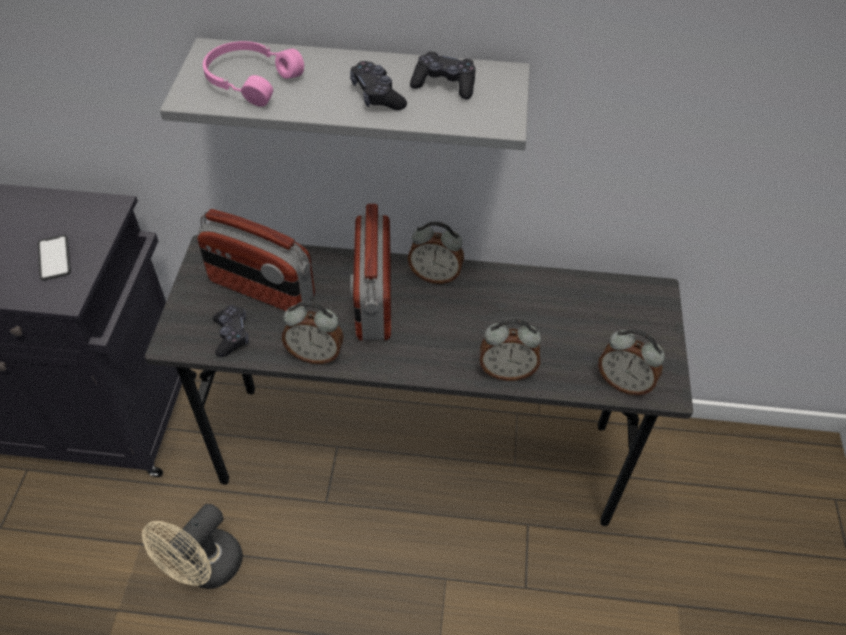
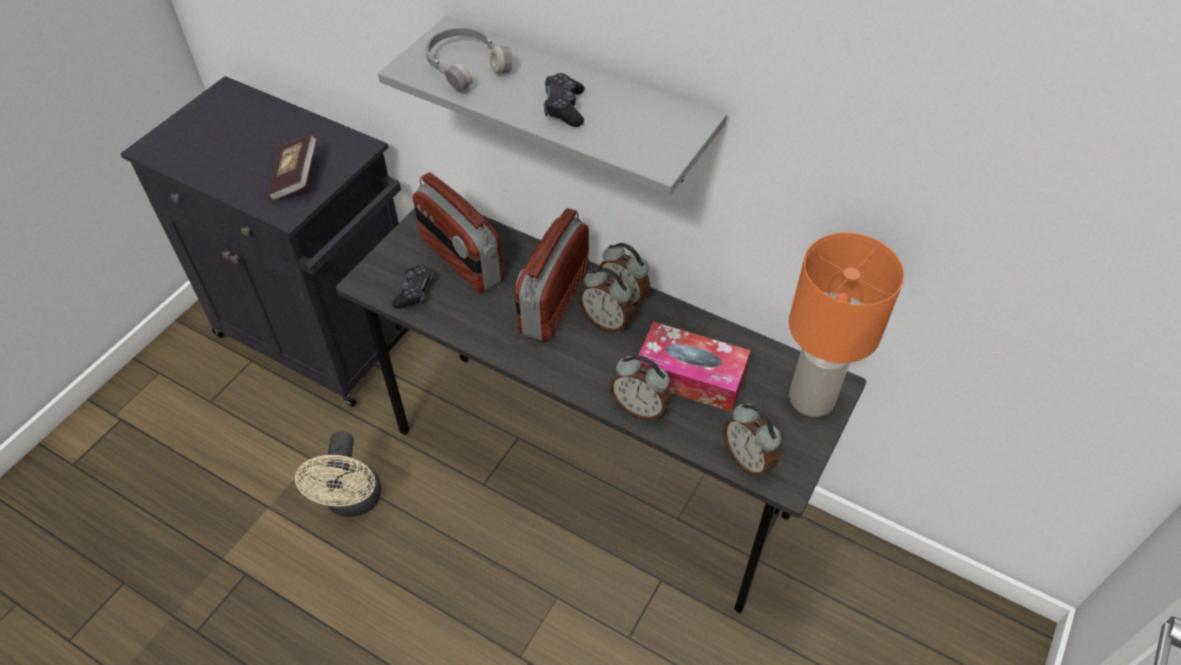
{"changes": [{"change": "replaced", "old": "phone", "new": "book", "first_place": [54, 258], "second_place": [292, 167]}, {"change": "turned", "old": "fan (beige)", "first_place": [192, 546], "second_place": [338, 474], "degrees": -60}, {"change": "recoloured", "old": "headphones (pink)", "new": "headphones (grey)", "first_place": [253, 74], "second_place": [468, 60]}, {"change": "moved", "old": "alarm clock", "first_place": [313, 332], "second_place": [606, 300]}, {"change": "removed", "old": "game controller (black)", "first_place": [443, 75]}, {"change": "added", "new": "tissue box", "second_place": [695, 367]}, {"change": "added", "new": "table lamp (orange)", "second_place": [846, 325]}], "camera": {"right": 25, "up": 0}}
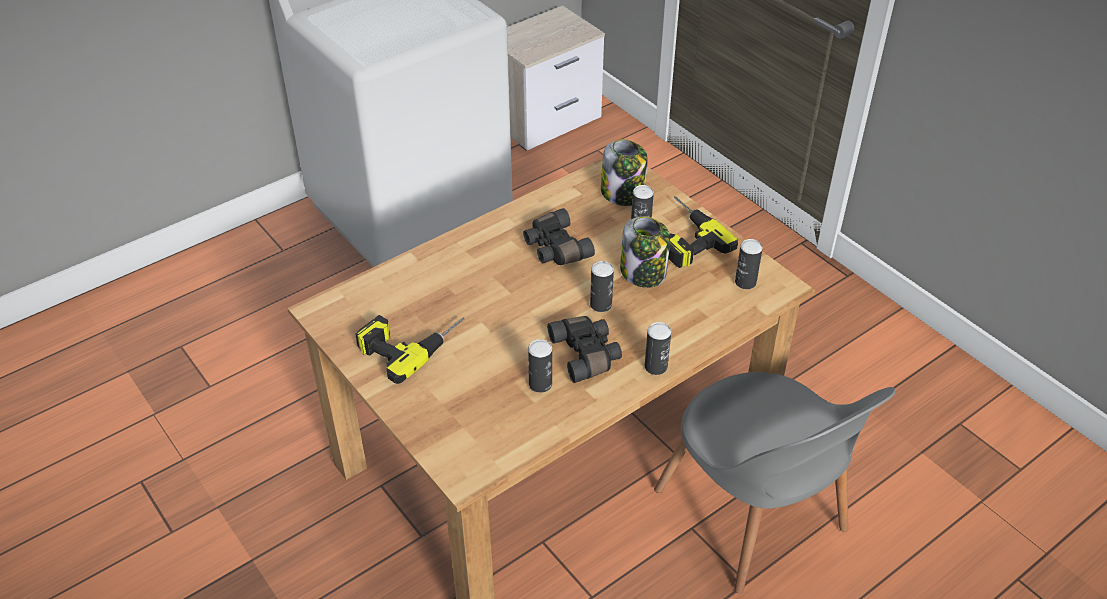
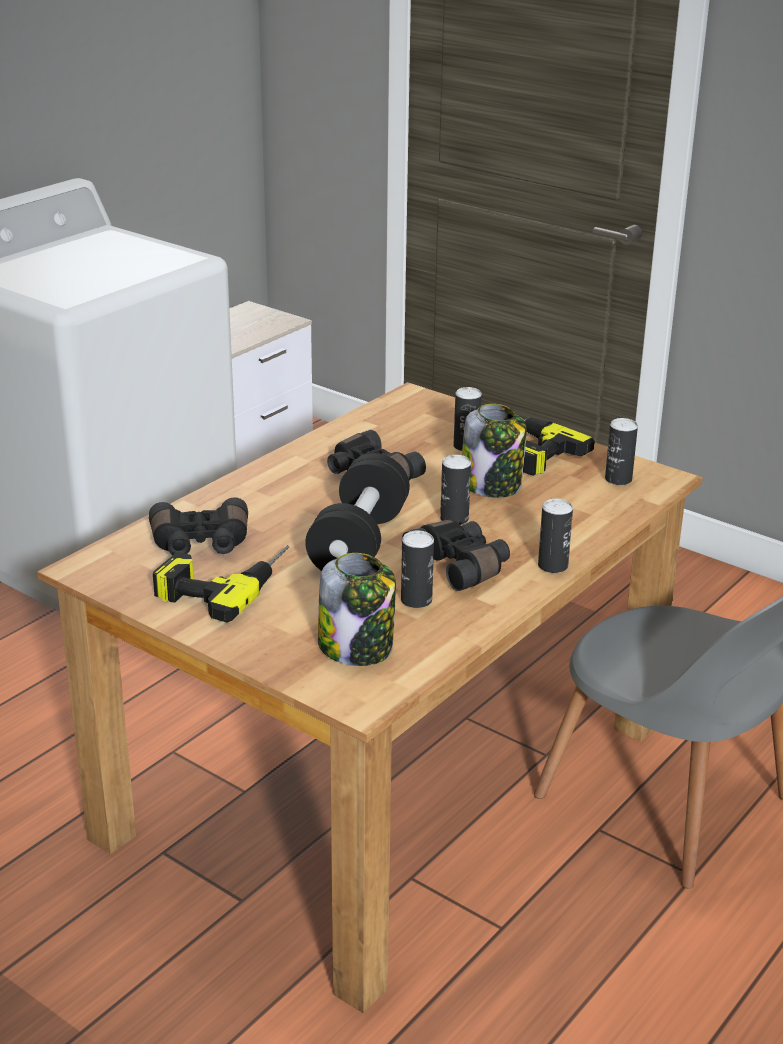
{"changes": [{"change": "moved", "old": "jar", "first_place": [624, 172], "second_place": [357, 609]}, {"change": "added", "new": "binoculars (black)", "second_place": [198, 526]}, {"change": "added", "new": "dumbbell (black)", "second_place": [357, 512]}], "camera": {"right": -15, "up": -15}}
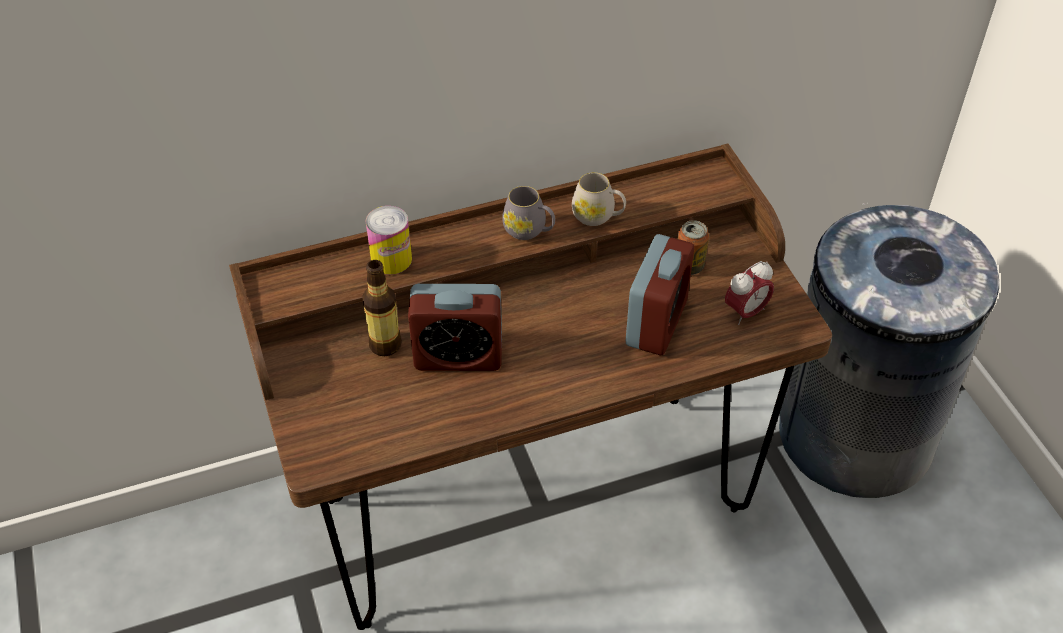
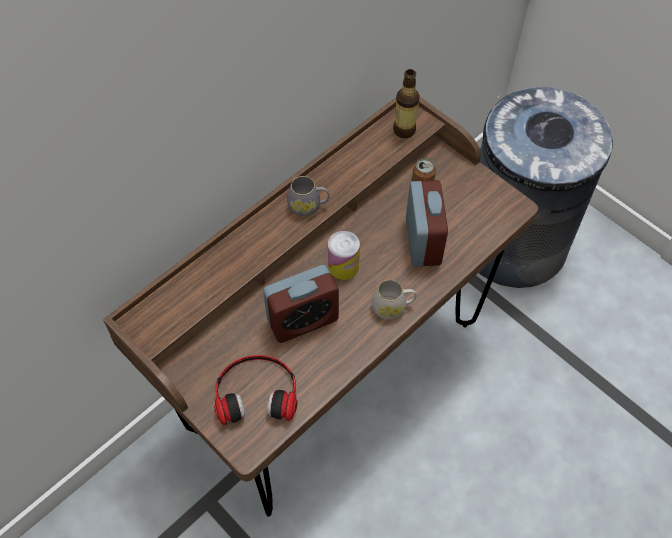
{"changes": [{"change": "moved", "old": "bottle", "first_place": [382, 308], "second_place": [406, 103]}, {"change": "moved", "old": "can", "first_place": [389, 240], "second_place": [344, 255]}, {"change": "moved", "old": "mug (white)", "first_place": [599, 199], "second_place": [394, 300]}, {"change": "removed", "old": "alarm clock", "first_place": [749, 293]}, {"change": "added", "new": "headphones", "second_place": [255, 390]}], "camera": {"right": -25, "up": 10}}
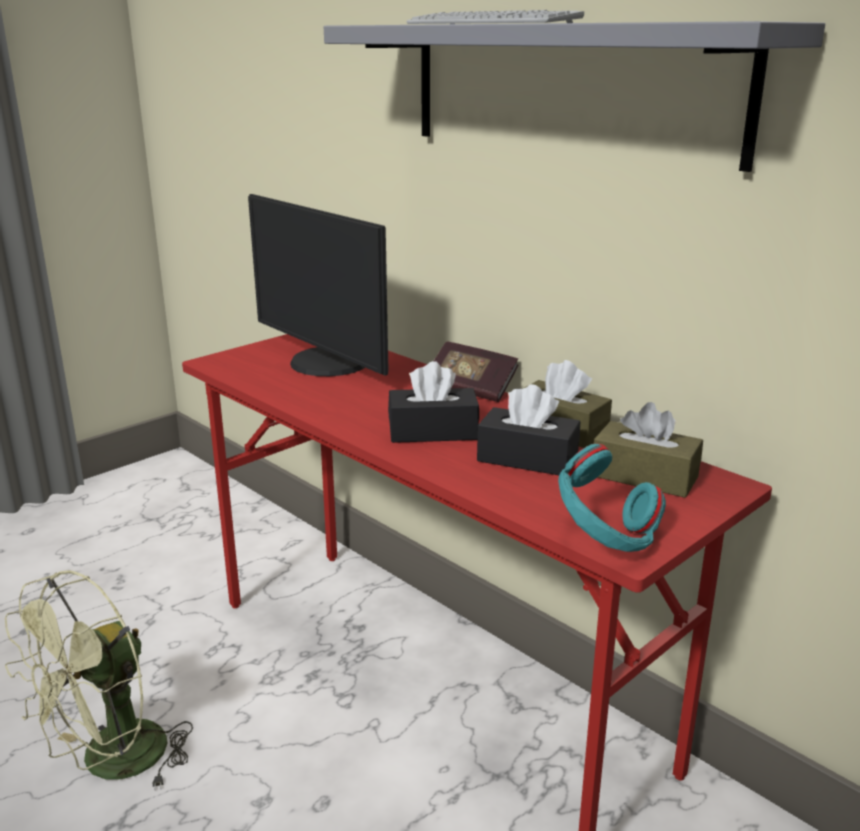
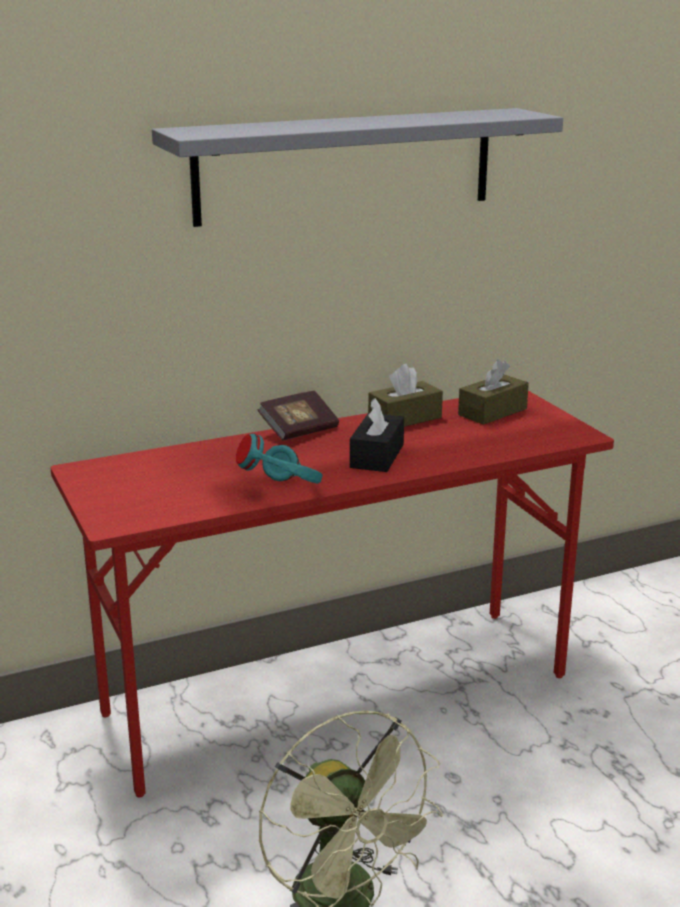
{"changes": [{"change": "removed", "old": "monitor", "first_place": [318, 285]}, {"change": "removed", "old": "keyboard", "first_place": [495, 17]}, {"change": "removed", "old": "tissue box (black)", "first_place": [528, 429]}, {"change": "moved", "old": "headphones (turquoise)", "first_place": [612, 498], "second_place": [279, 458]}], "camera": {"right": -70, "up": 0}}
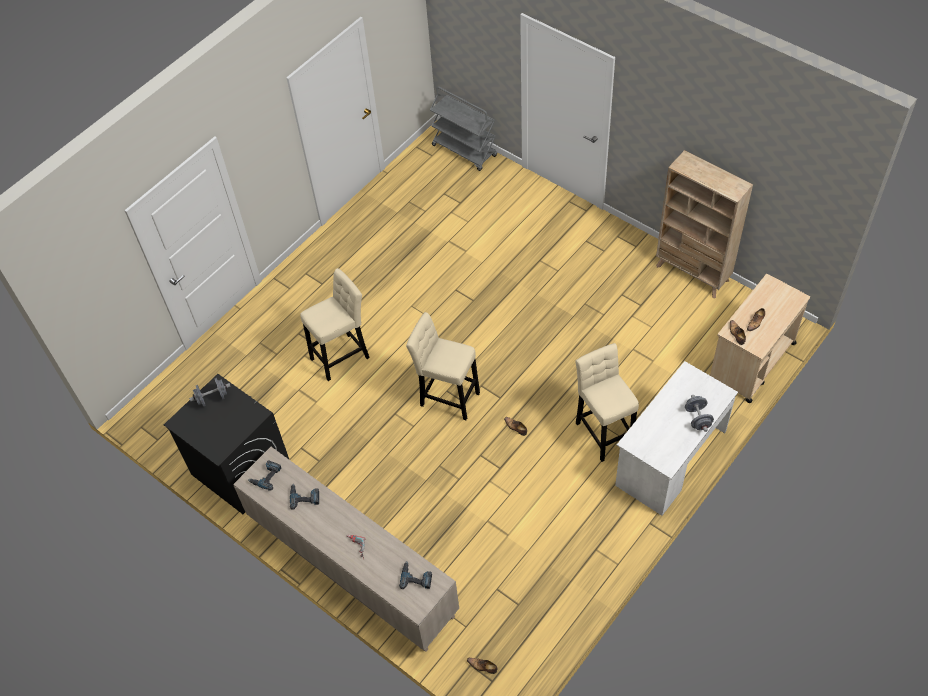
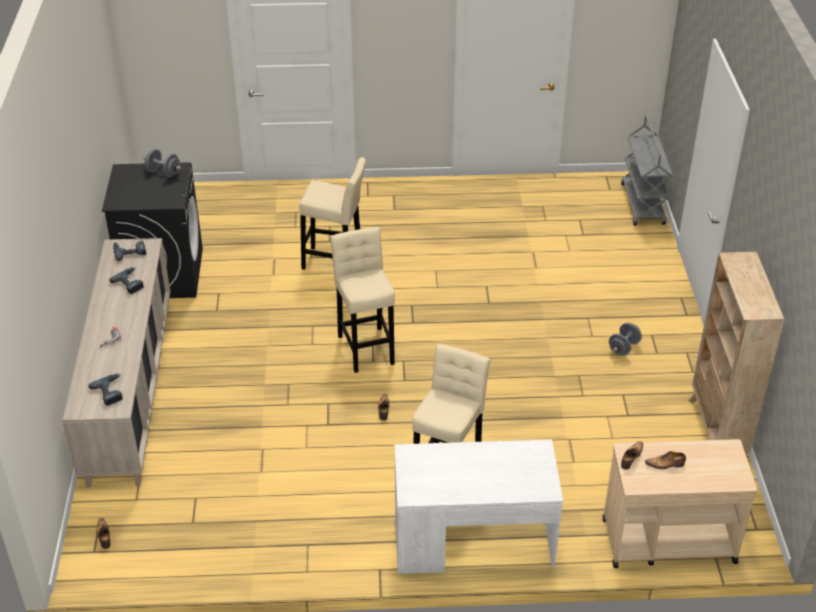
{"changes": [{"change": "moved", "old": "dumbbell (grey)", "first_place": [699, 413], "second_place": [625, 339]}], "camera": {"right": 45, "up": -15}}
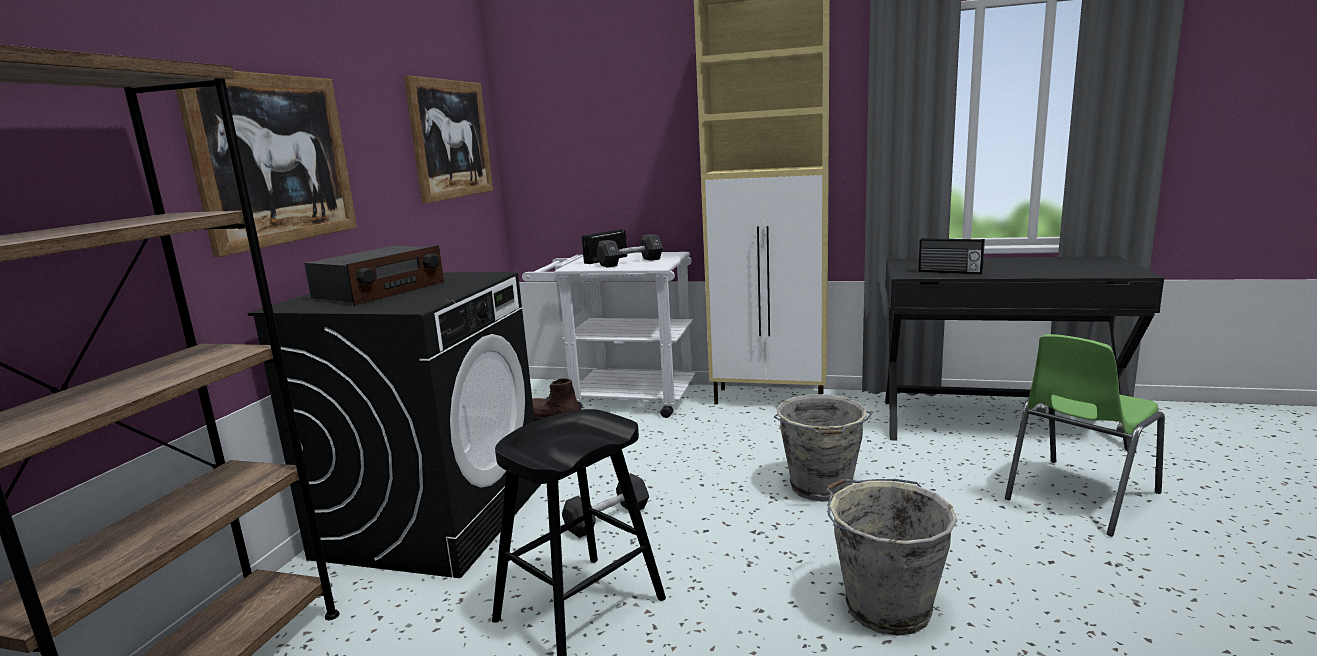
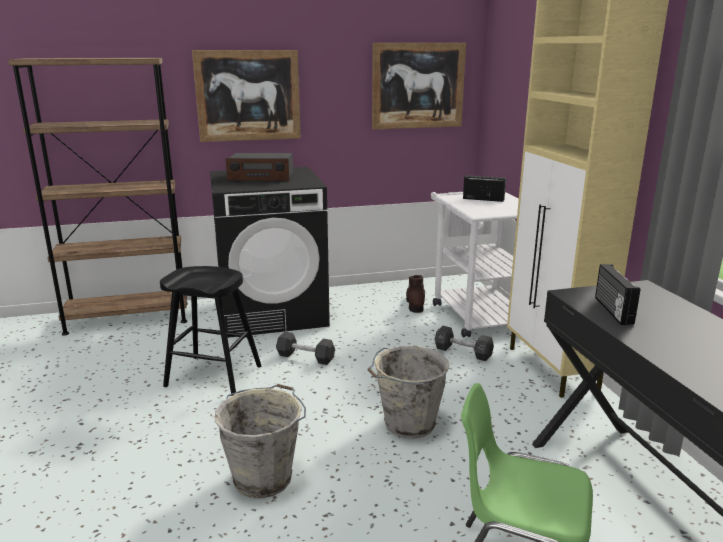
{"changes": [{"change": "moved", "old": "dumbbell (black)", "first_place": [629, 251], "second_place": [464, 343]}], "camera": {"right": 60, "up": 5}}
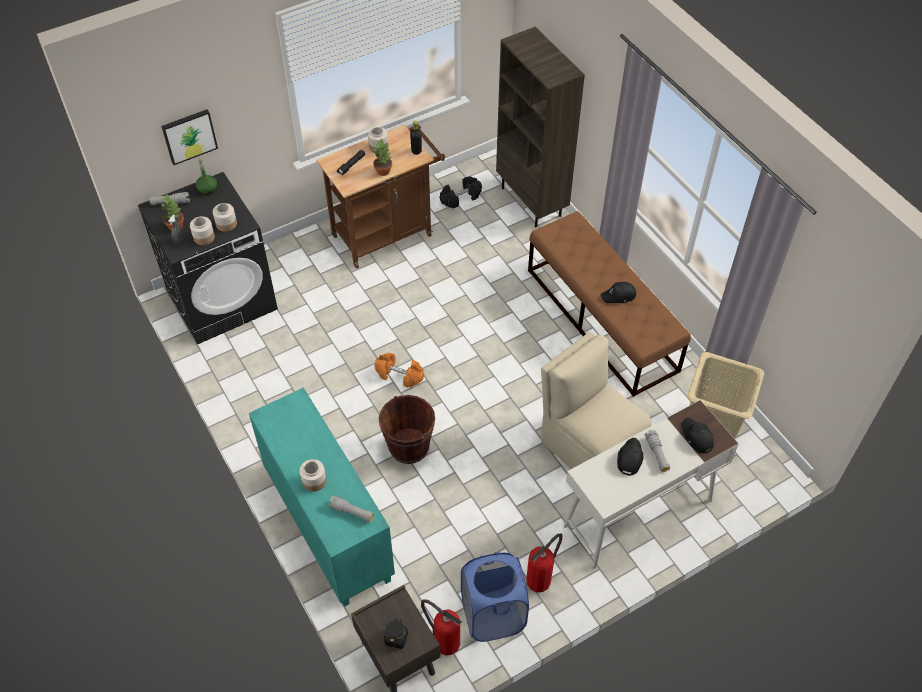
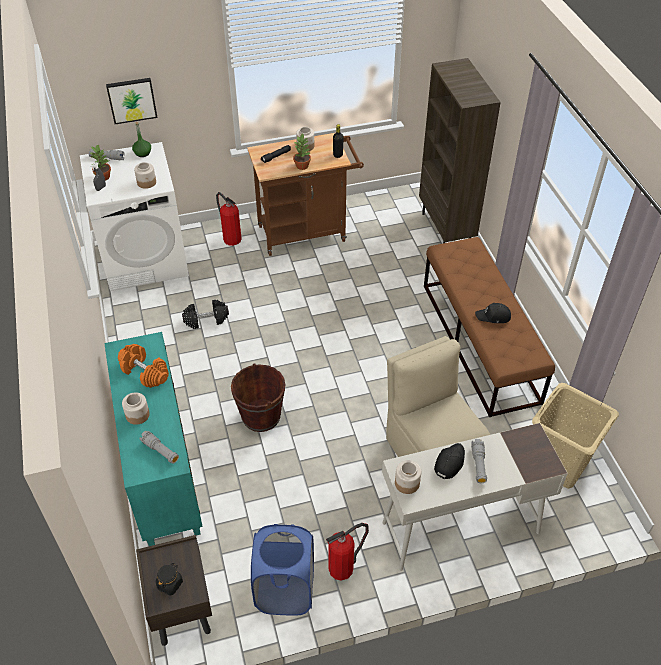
{"changes": [{"change": "recoloured", "old": "washing machine (black)", "new": "washing machine (white)", "first_place": [208, 258], "second_place": [134, 216]}, {"change": "moved", "old": "jar", "first_place": [202, 230], "second_place": [408, 477]}, {"change": "moved", "old": "dumbbell (orange)", "first_place": [399, 370], "second_place": [143, 366]}, {"change": "moved", "old": "fire extinguisher", "first_place": [441, 628], "second_place": [229, 219]}, {"change": "moved", "old": "dumbbell (black)", "first_place": [461, 192], "second_place": [205, 314]}, {"change": "removed", "old": "cap (black)", "first_place": [698, 435]}], "camera": {"right": 15, "up": -5}}
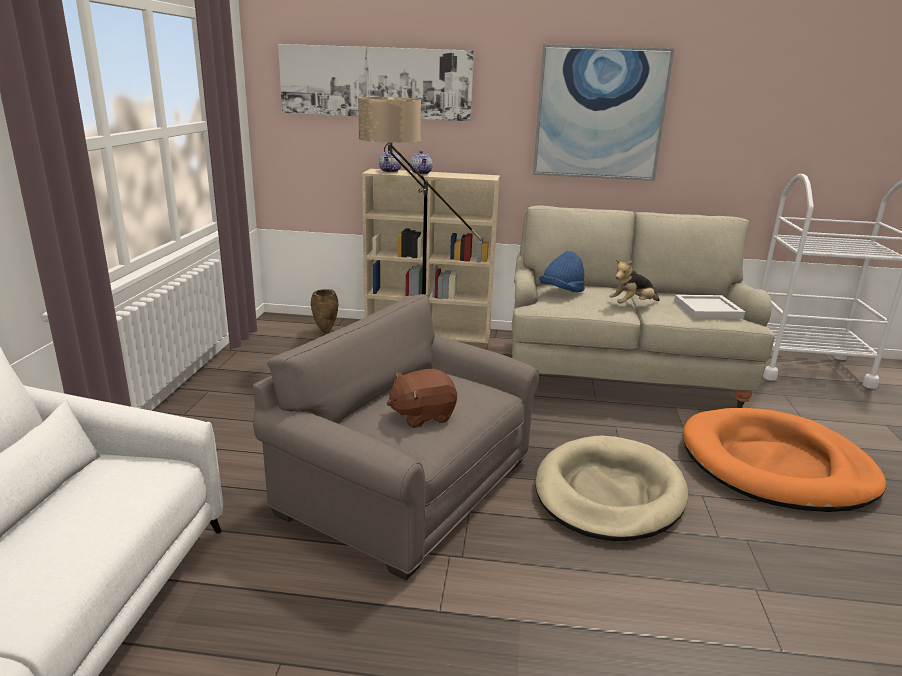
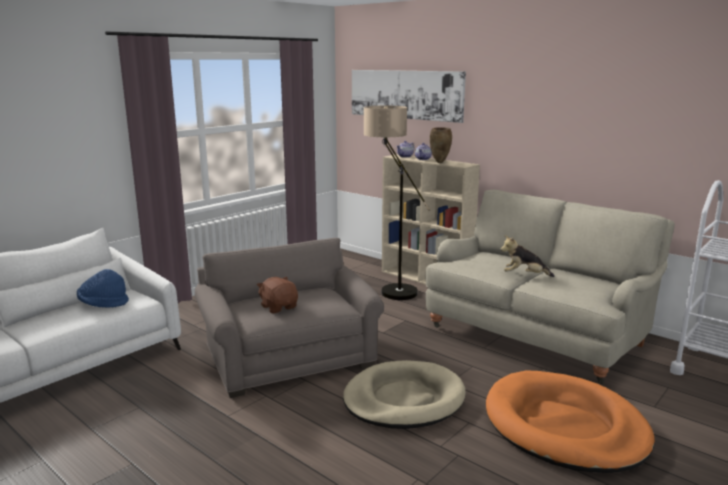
{"changes": [{"change": "moved", "old": "vase (brown)", "first_place": [324, 311], "second_place": [441, 145]}, {"change": "turned", "old": "plush toy (brown)", "first_place": [422, 398], "second_place": [277, 295], "degrees": 45}, {"change": "removed", "old": "picture", "first_place": [603, 112]}, {"change": "moved", "old": "hat (blue)", "first_place": [562, 271], "second_place": [103, 288]}, {"change": "removed", "old": "tray (white)", "first_place": [709, 307]}], "camera": {"right": 35, "up": -5}}
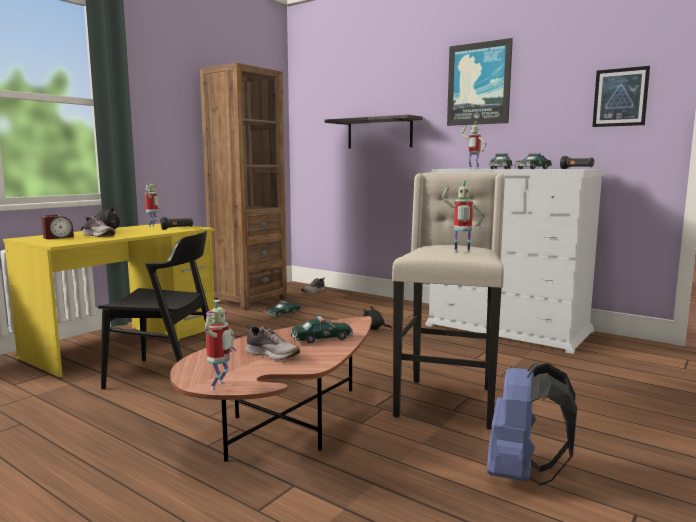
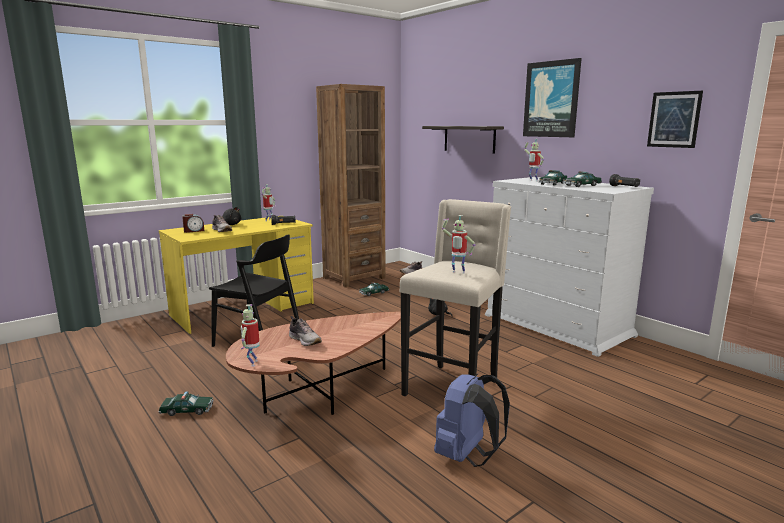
{"changes": [{"change": "turned", "old": "toy robot", "first_place": [220, 345], "second_place": [250, 335], "degrees": 150}, {"change": "moved", "old": "toy car", "first_place": [322, 330], "second_place": [185, 403]}], "camera": {"right": 15, "up": 5}}
